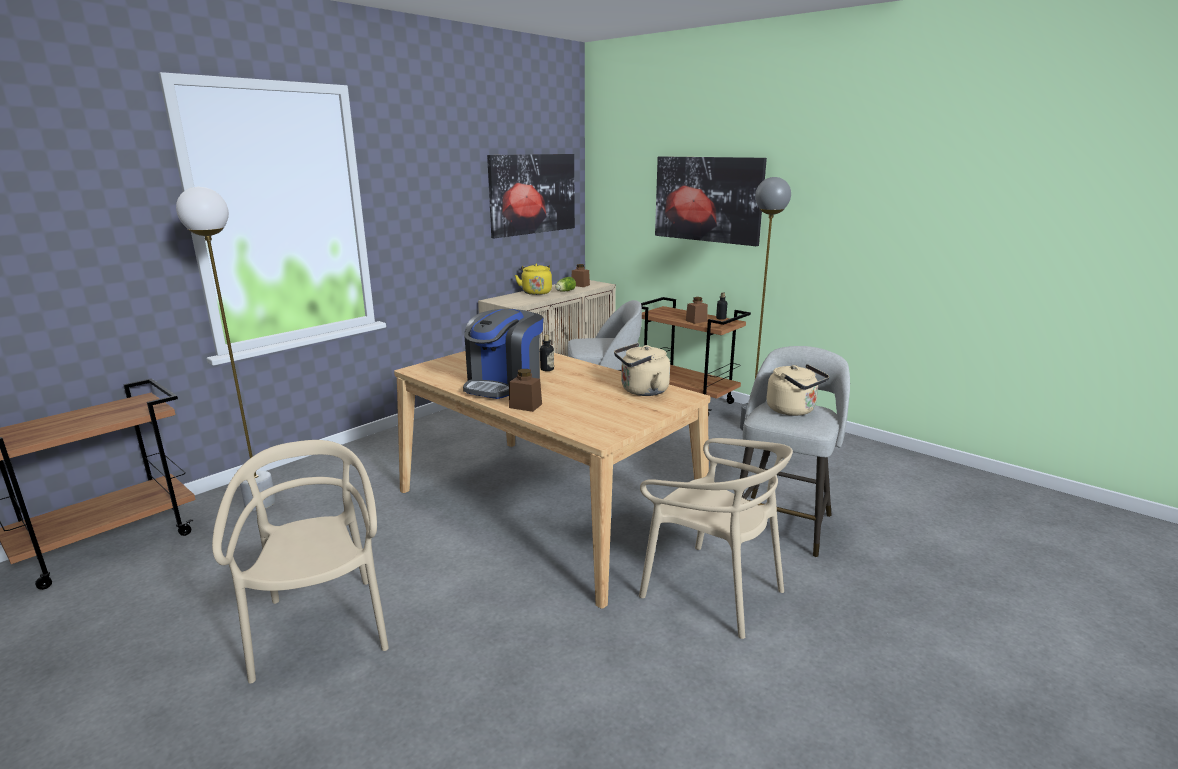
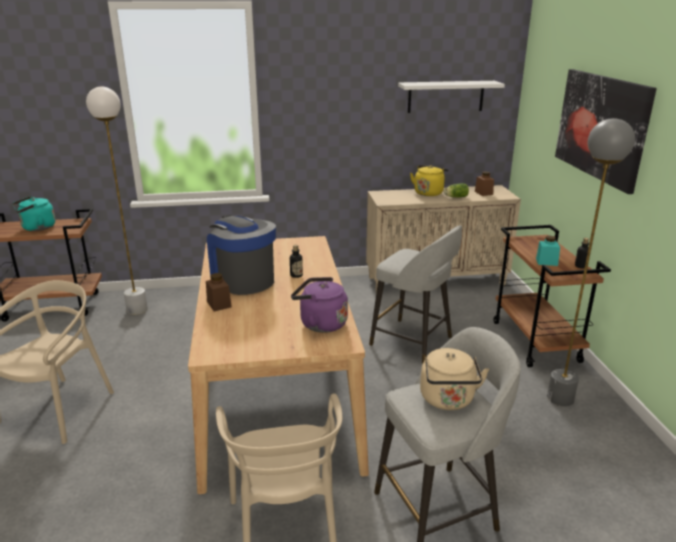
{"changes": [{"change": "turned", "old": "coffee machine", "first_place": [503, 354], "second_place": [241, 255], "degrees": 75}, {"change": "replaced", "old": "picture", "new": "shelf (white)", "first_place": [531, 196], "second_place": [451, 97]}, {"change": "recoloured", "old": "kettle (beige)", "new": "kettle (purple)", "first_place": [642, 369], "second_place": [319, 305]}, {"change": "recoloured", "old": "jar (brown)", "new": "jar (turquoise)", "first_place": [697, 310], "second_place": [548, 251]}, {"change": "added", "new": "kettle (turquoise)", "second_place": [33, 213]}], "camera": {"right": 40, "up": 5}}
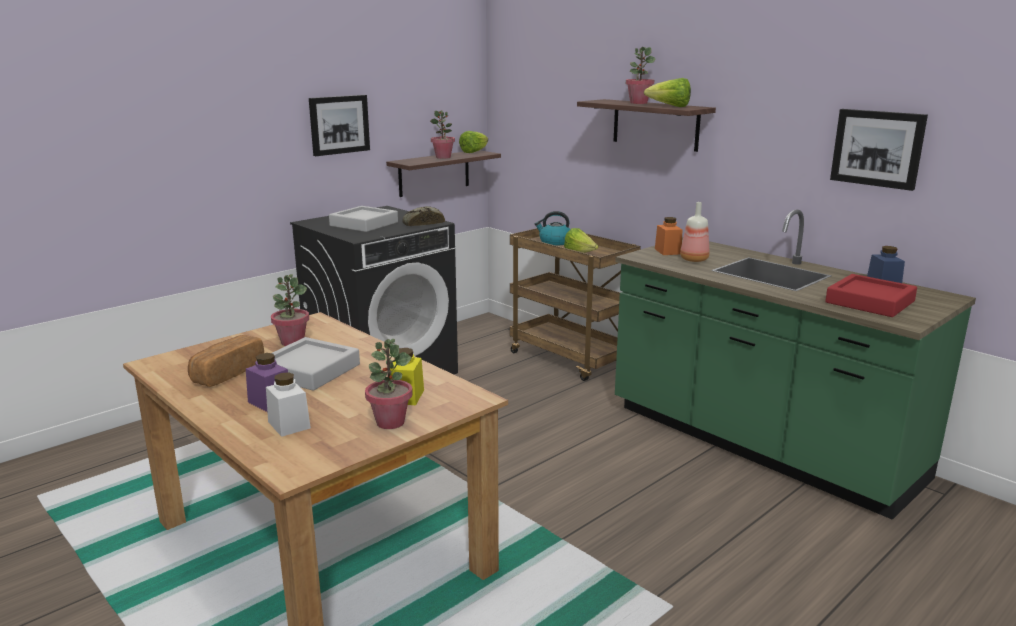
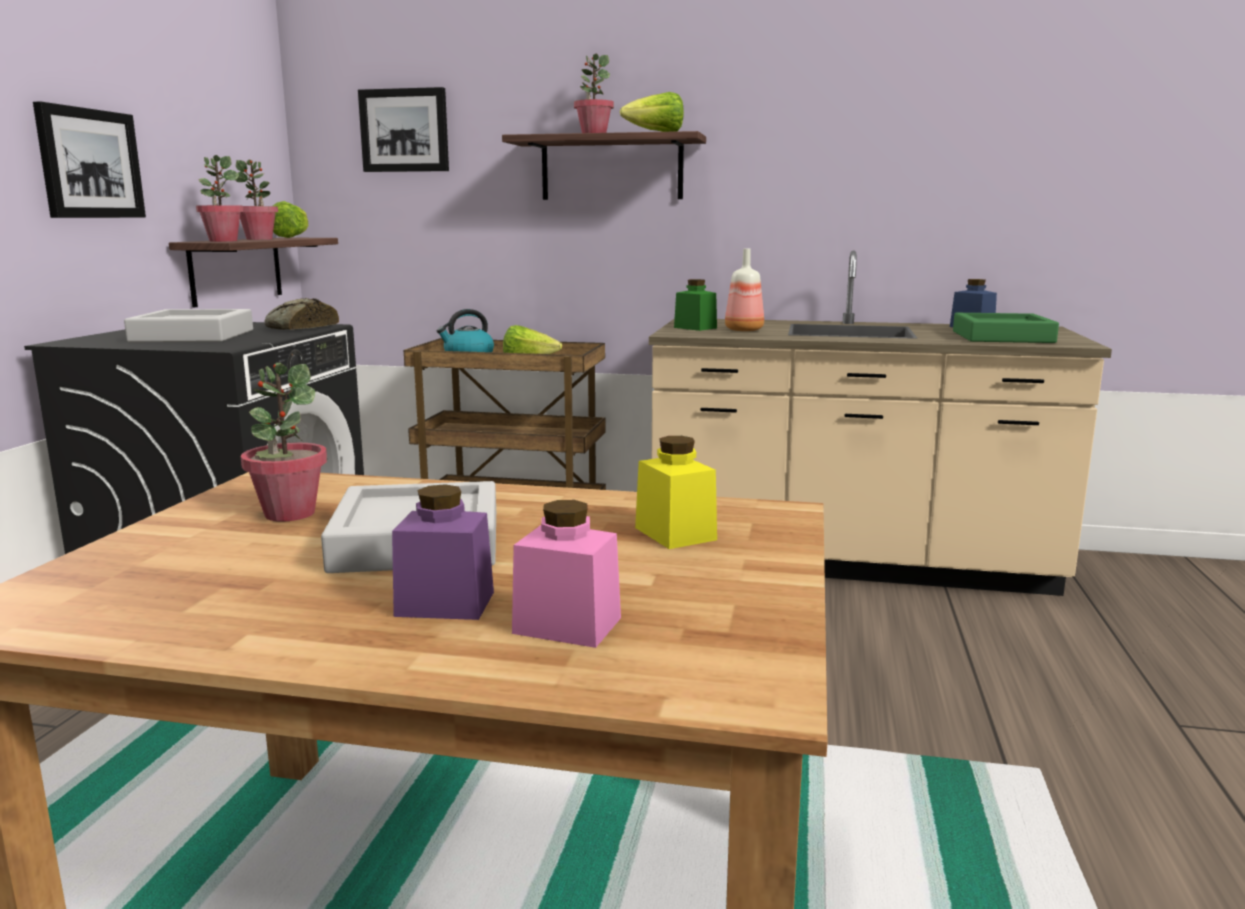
{"changes": [{"change": "removed", "old": "bread", "first_place": [226, 361]}, {"change": "recoloured", "old": "jar (white)", "new": "jar (pink)", "first_place": [288, 404], "second_place": [566, 574]}, {"change": "moved", "old": "potted plant", "first_place": [389, 384], "second_place": [219, 198]}, {"change": "recoloured", "old": "counter (green)", "new": "counter (beige)", "first_place": [795, 364], "second_place": [880, 423]}, {"change": "recoloured", "old": "jar (orange)", "new": "jar (green)", "first_place": [668, 236], "second_place": [695, 305]}, {"change": "recoloured", "old": "tray (red)", "new": "tray (green)", "first_place": [871, 295], "second_place": [1006, 328]}, {"change": "moved", "old": "picture", "first_place": [879, 150], "second_place": [403, 129]}], "camera": {"right": -35, "up": -5}}
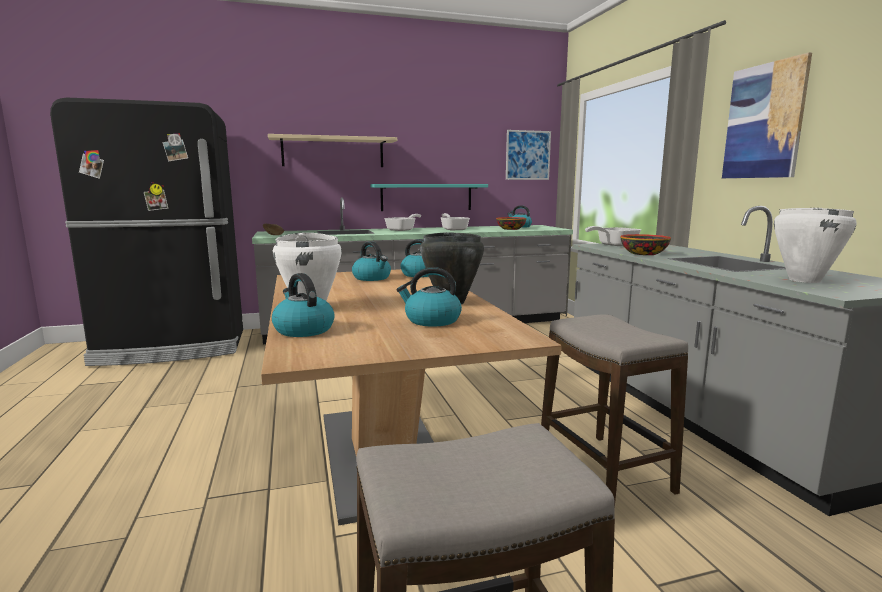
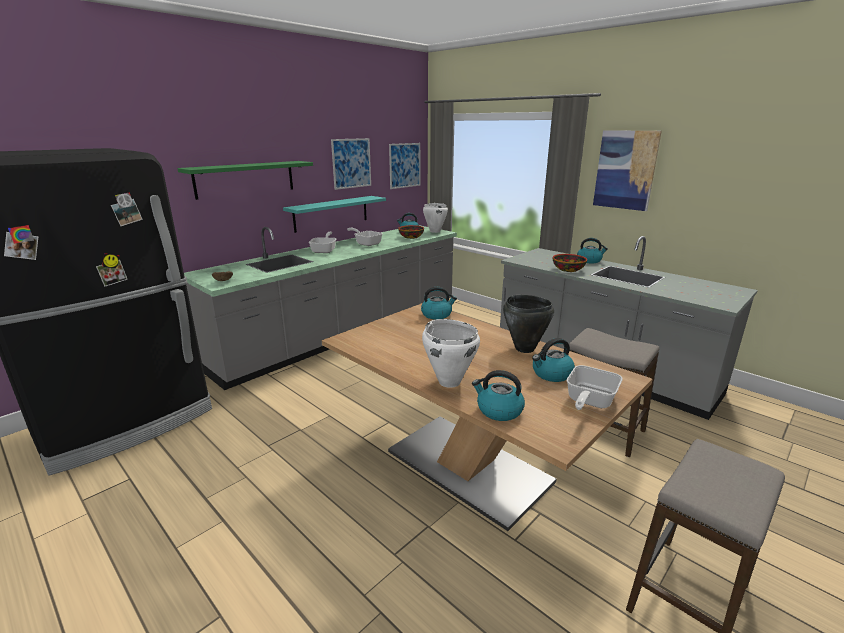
{"changes": [{"change": "recoloured", "old": "shelf (beige)", "new": "shelf (green)", "first_place": [332, 150], "second_place": [245, 180]}, {"change": "moved", "old": "kettle", "first_place": [371, 261], "second_place": [592, 250]}, {"change": "moved", "old": "frying pan", "first_place": [613, 236], "second_place": [595, 387]}, {"change": "moved", "old": "cooking pot (white)", "first_place": [815, 245], "second_place": [435, 218]}, {"change": "added", "new": "picture", "second_place": [351, 164]}], "camera": {"right": -30, "up": 10}}
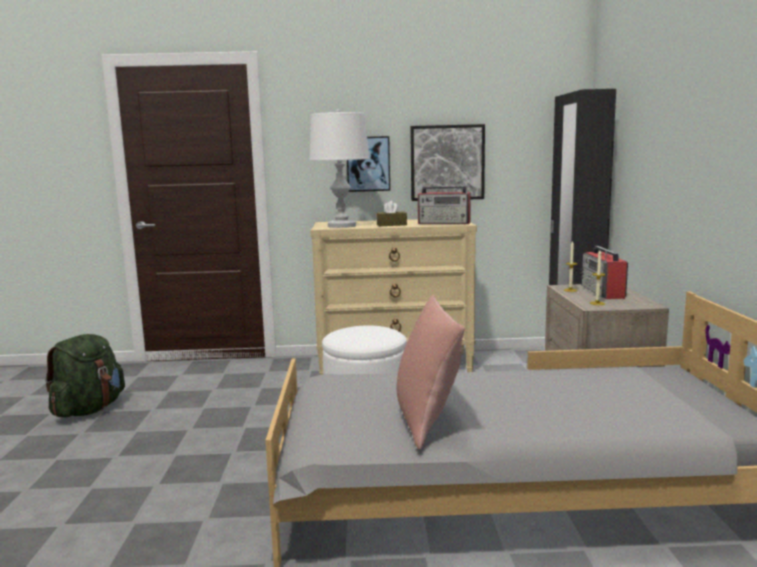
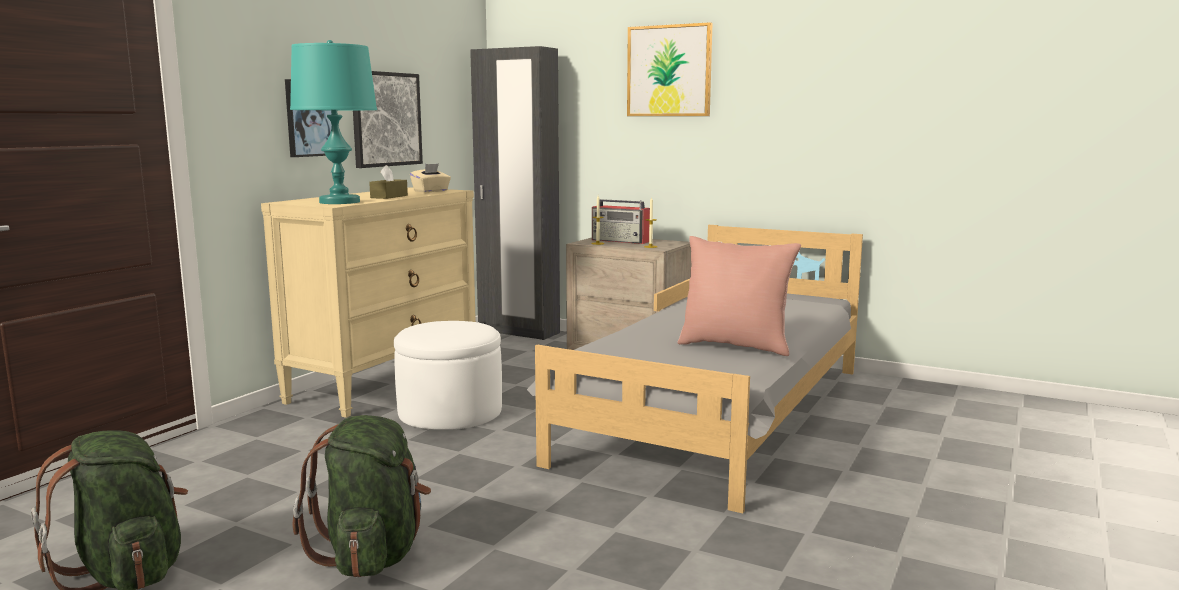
{"changes": [{"change": "recoloured", "old": "table lamp (white)", "new": "table lamp (turquoise)", "first_place": [339, 168], "second_place": [333, 122]}, {"change": "replaced", "old": "radio", "new": "tissue box (beige)", "first_place": [444, 204], "second_place": [430, 178]}, {"change": "added", "new": "backpack (green)", "second_place": [361, 496]}, {"change": "added", "new": "picture", "second_place": [669, 69]}], "camera": {"right": -60, "up": 0}}
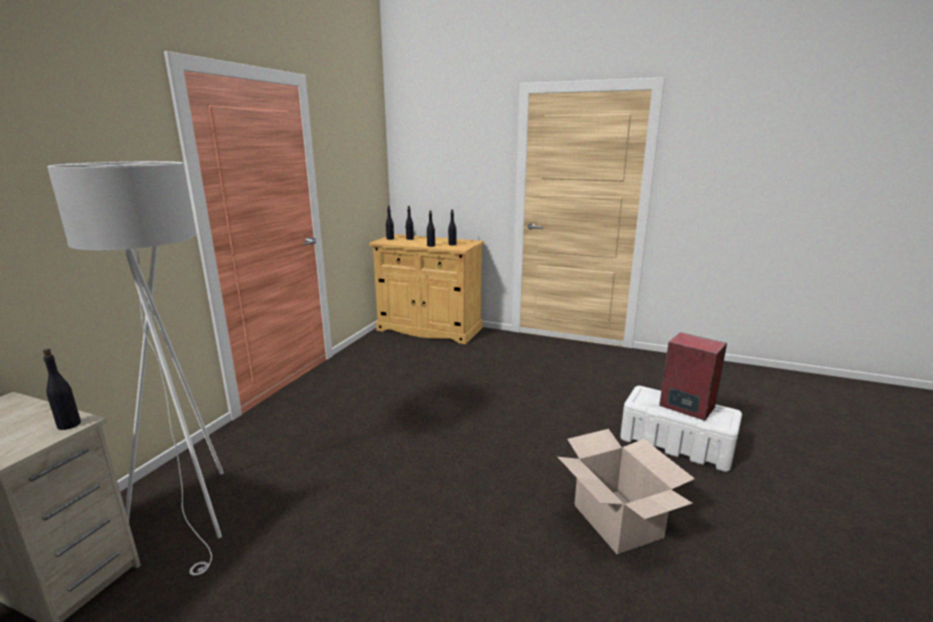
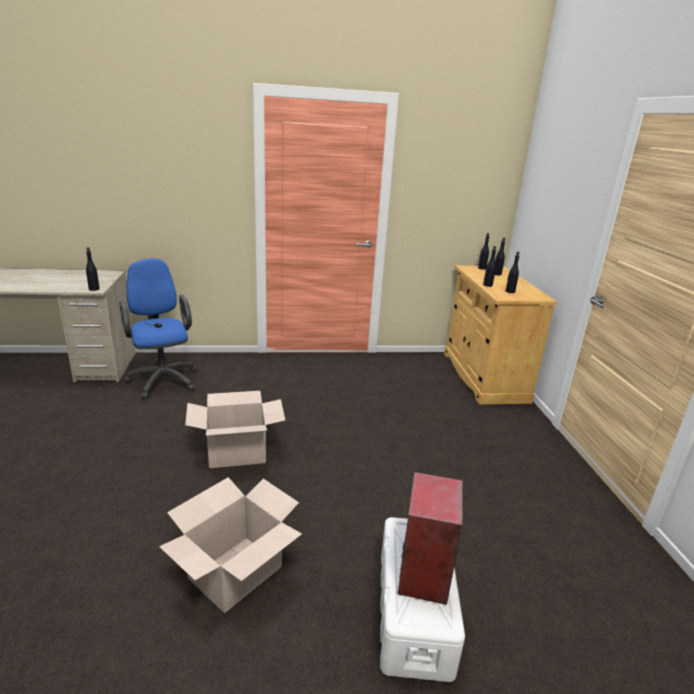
{"changes": [{"change": "replaced", "old": "floor lamp (white)", "new": "office chair (blue)", "first_place": [135, 368], "second_place": [158, 328]}, {"change": "added", "new": "cardboard box", "second_place": [235, 429]}], "camera": {"right": 60, "up": 5}}
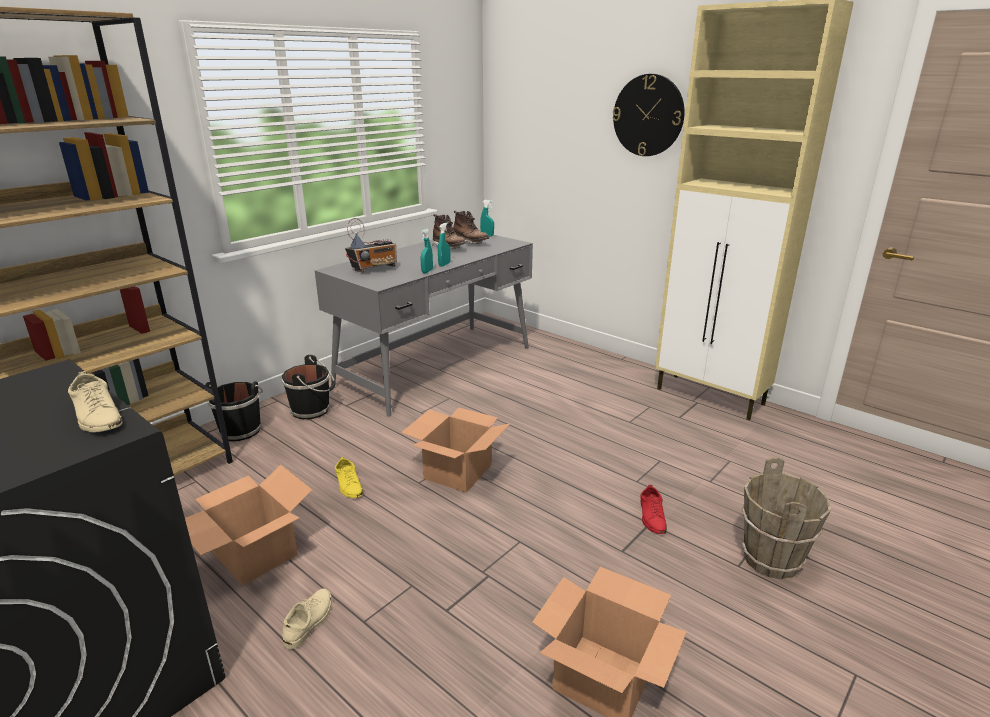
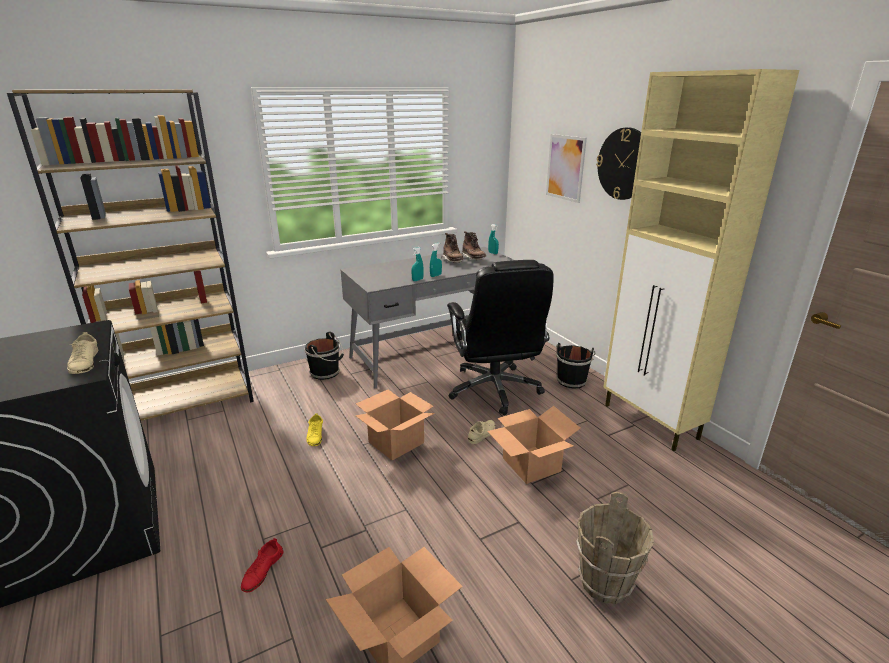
{"changes": [{"change": "moved", "old": "cardboard box", "first_place": [248, 525], "second_place": [533, 445]}, {"change": "moved", "old": "bucket (black)", "first_place": [234, 411], "second_place": [576, 366]}, {"change": "moved", "old": "shoe (beige)", "first_place": [307, 619], "second_place": [481, 432]}, {"change": "removed", "old": "radio", "first_place": [371, 245]}, {"change": "moved", "old": "shoe (red)", "first_place": [653, 509], "second_place": [262, 565]}, {"change": "added", "new": "office chair (black)", "second_place": [500, 337]}, {"change": "added", "new": "picture", "second_place": [566, 168]}], "camera": {"right": 20, "up": 0}}
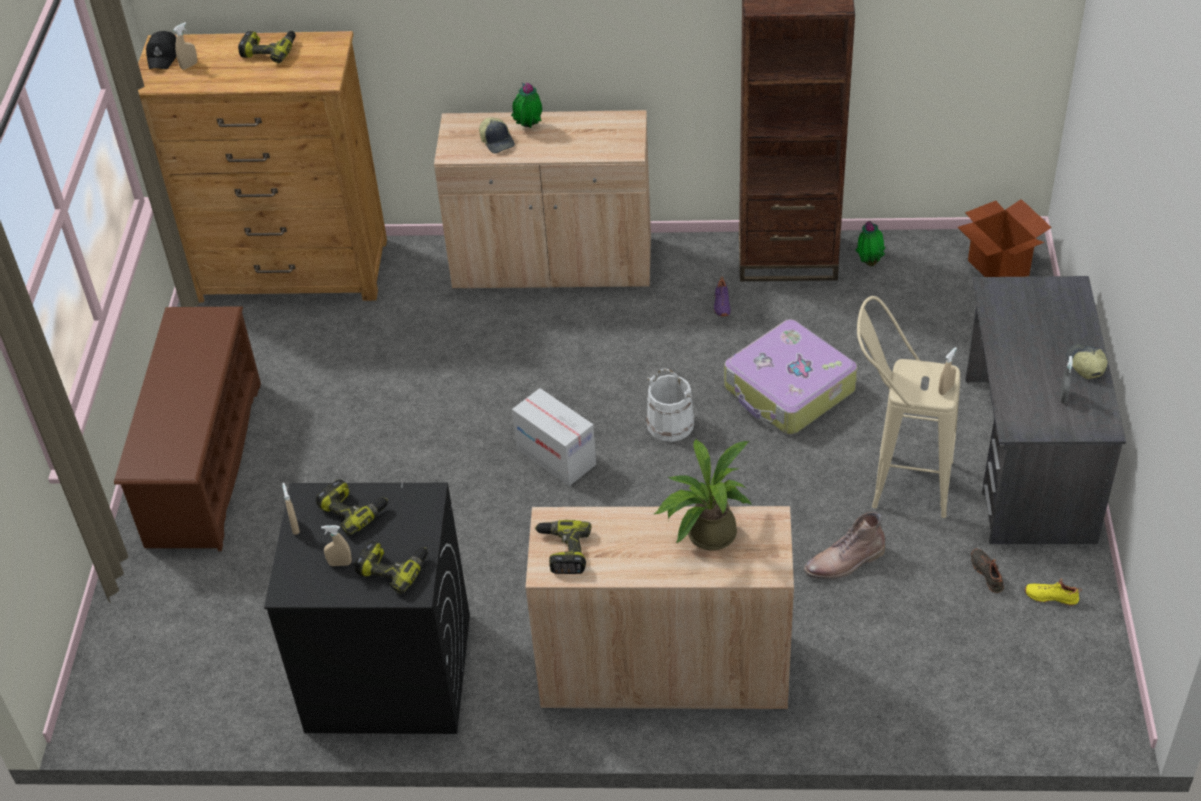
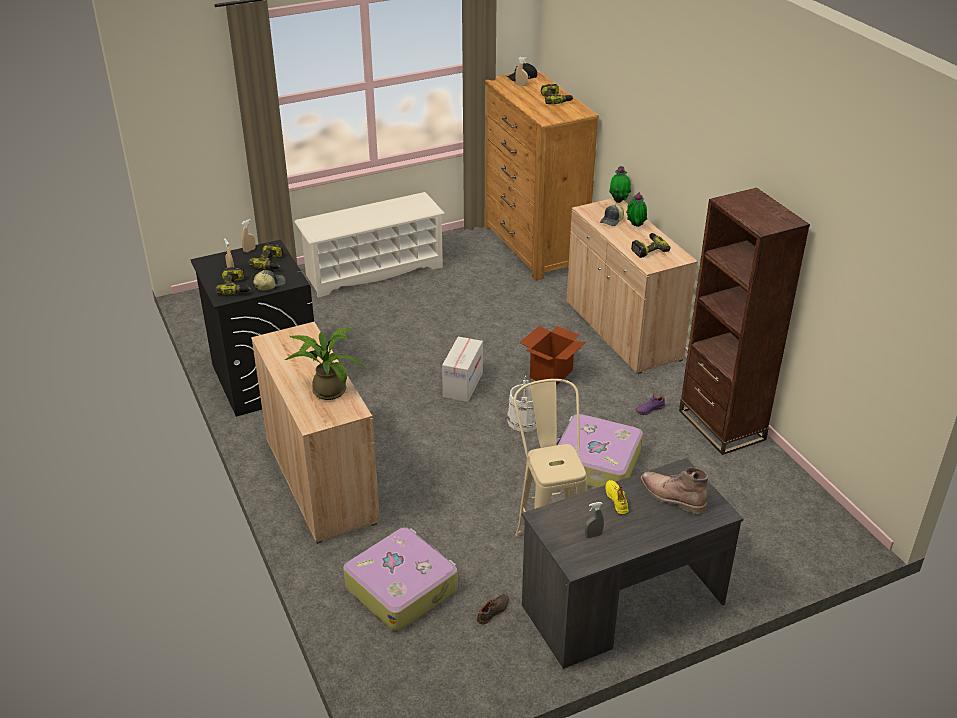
{"changes": [{"change": "recoloured", "old": "shoe rack (brown)", "new": "shoe rack (white)", "first_place": [187, 428], "second_place": [369, 245]}, {"change": "moved", "old": "power drill", "first_place": [563, 547], "second_place": [651, 245]}, {"change": "moved", "old": "boot (brown)", "first_place": [844, 546], "second_place": [674, 490]}, {"change": "moved", "old": "potted plant", "first_place": [870, 243], "second_place": [620, 184]}, {"change": "removed", "old": "spray bottle (beige)", "first_place": [947, 371]}, {"change": "moved", "old": "cardboard box", "first_place": [1005, 238], "second_place": [552, 356]}, {"change": "moved", "old": "shoe (yellow)", "first_place": [1053, 592], "second_place": [617, 497]}, {"change": "moved", "old": "cap", "first_place": [1087, 361], "second_place": [269, 280]}, {"change": "added", "new": "suitcase", "second_place": [400, 579]}], "camera": {"right": 60, "up": -10}}
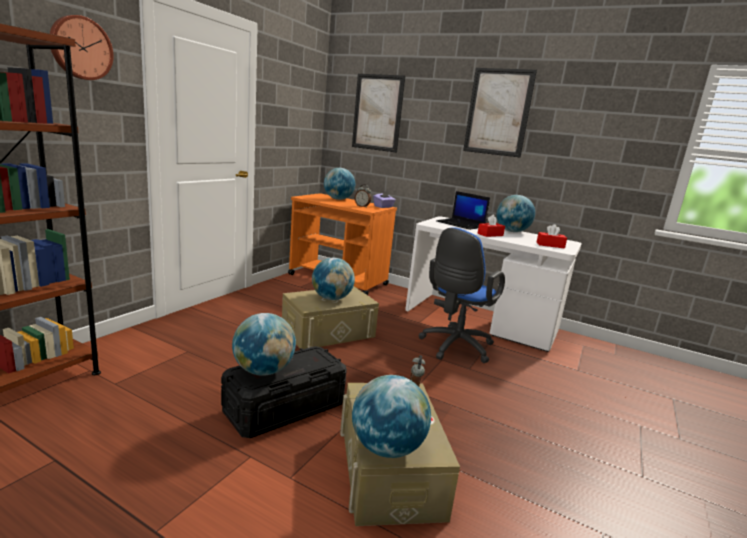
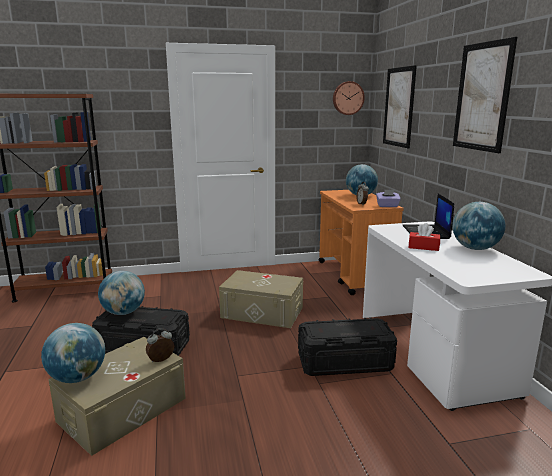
{"changes": [{"change": "moved", "old": "wall clock", "first_place": [82, 47], "second_place": [349, 98]}, {"change": "removed", "old": "globe", "first_place": [333, 279]}, {"change": "replaced", "old": "office chair (blue)", "new": "storage box (black)", "first_place": [462, 295], "second_place": [347, 347]}, {"change": "removed", "old": "tissue box (red)", "first_place": [552, 236]}], "camera": {"right": 50, "up": 0}}
